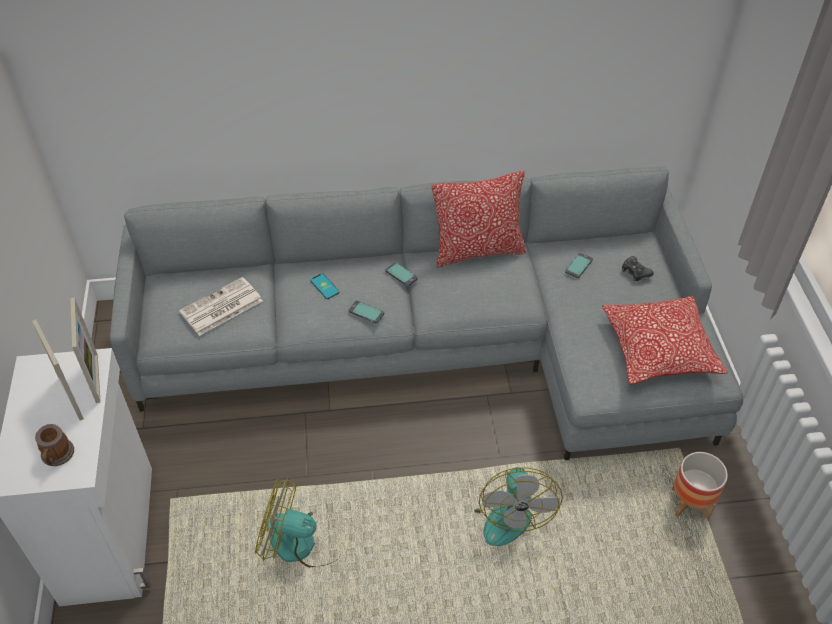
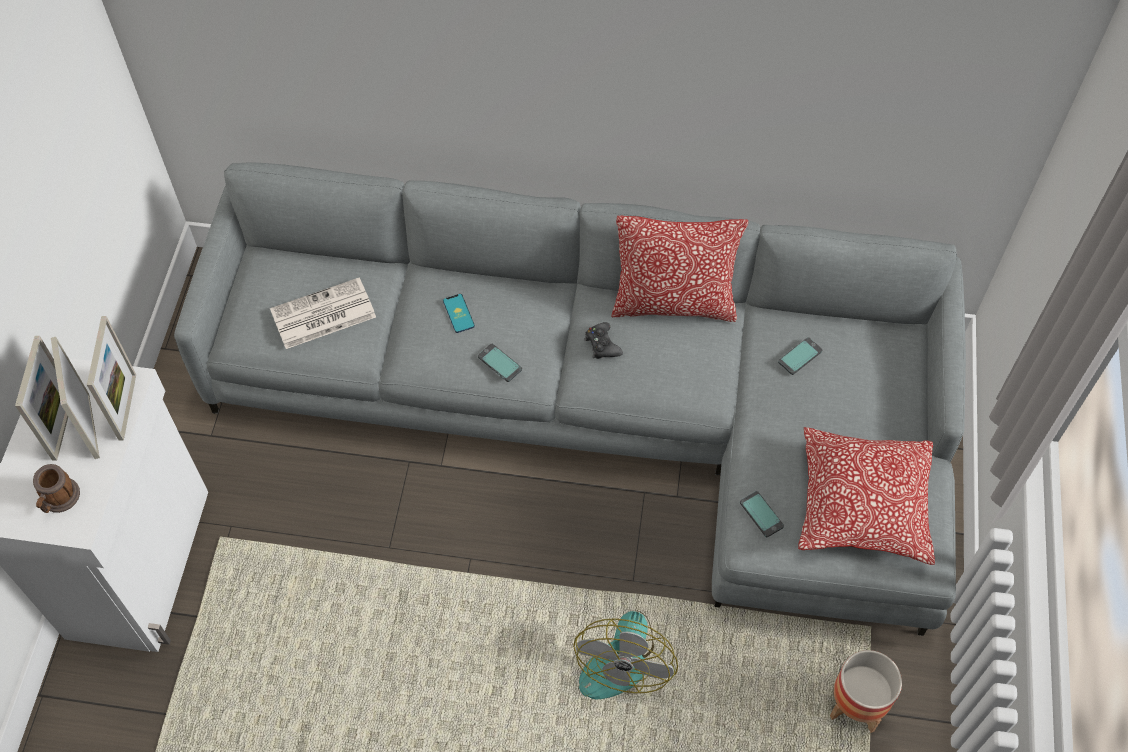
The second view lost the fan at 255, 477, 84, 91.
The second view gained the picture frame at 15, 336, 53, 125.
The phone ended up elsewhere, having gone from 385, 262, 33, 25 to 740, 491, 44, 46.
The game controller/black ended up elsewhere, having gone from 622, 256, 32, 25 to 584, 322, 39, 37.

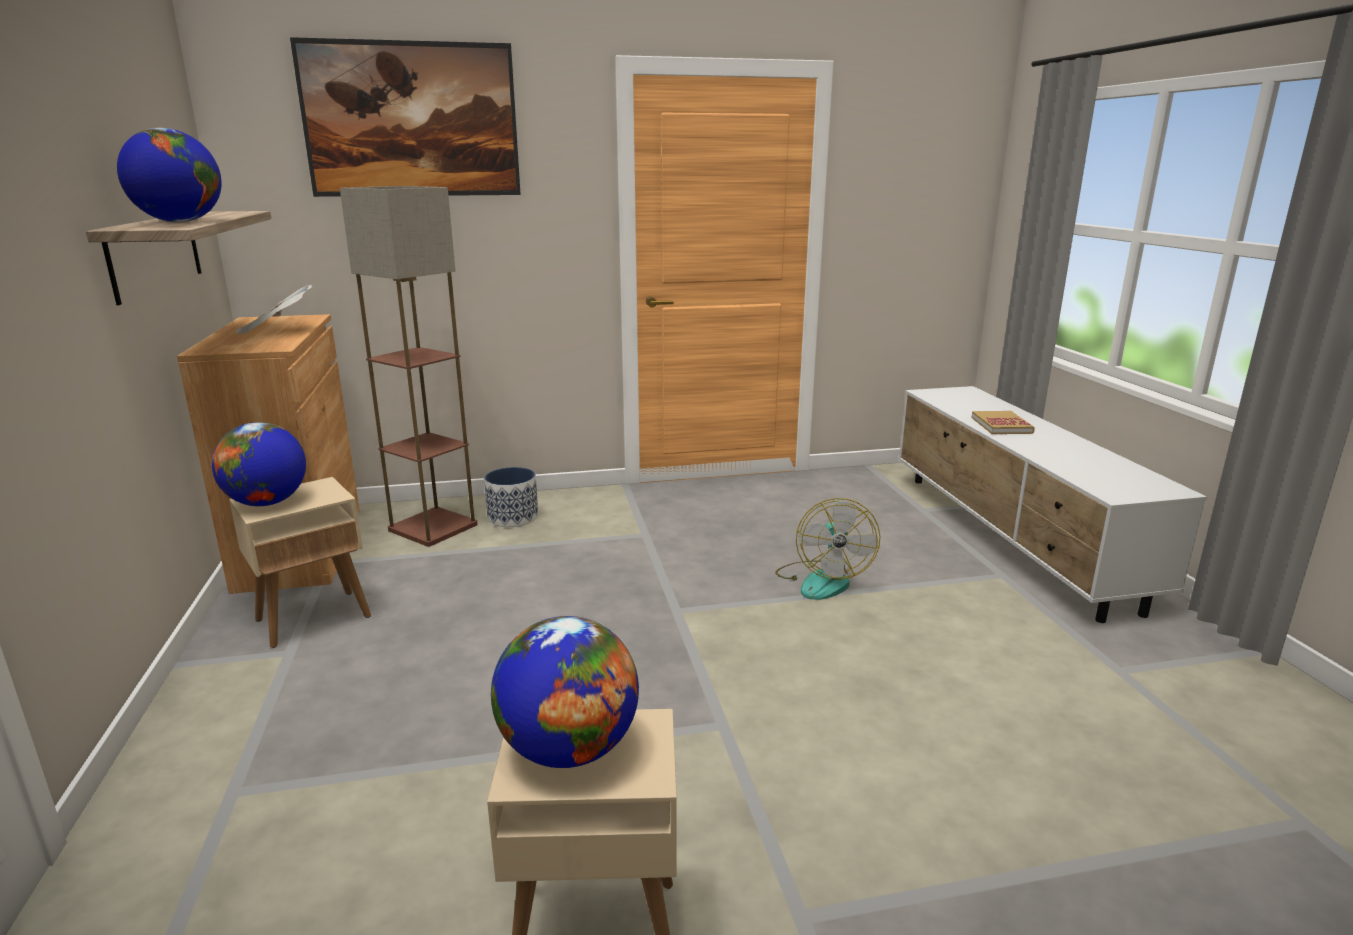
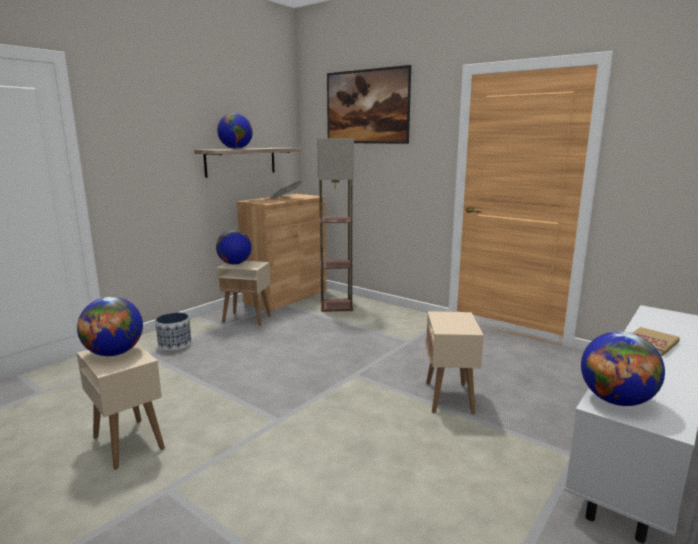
The second view gained the globe at 581, 331, 84, 75.
The planter ended up elsewhere, having gone from 484, 467, 54, 60 to 155, 312, 37, 39.
Where the fan stood at 775, 498, 105, 102, the side table/beige came to stand at 425, 311, 59, 103.

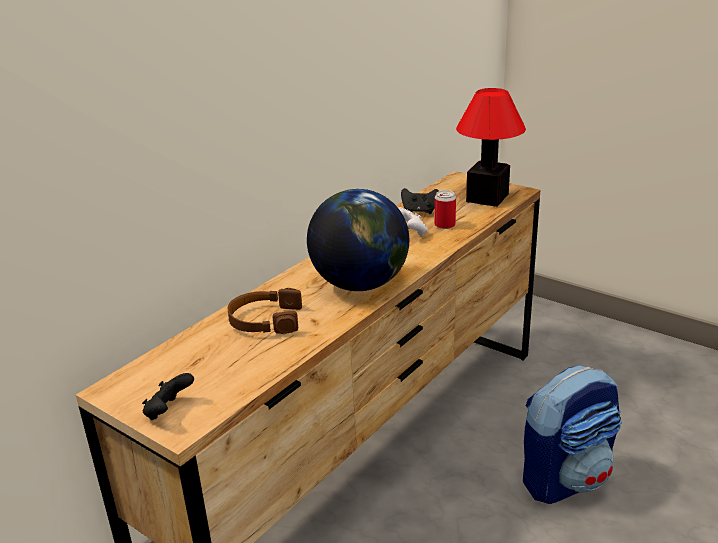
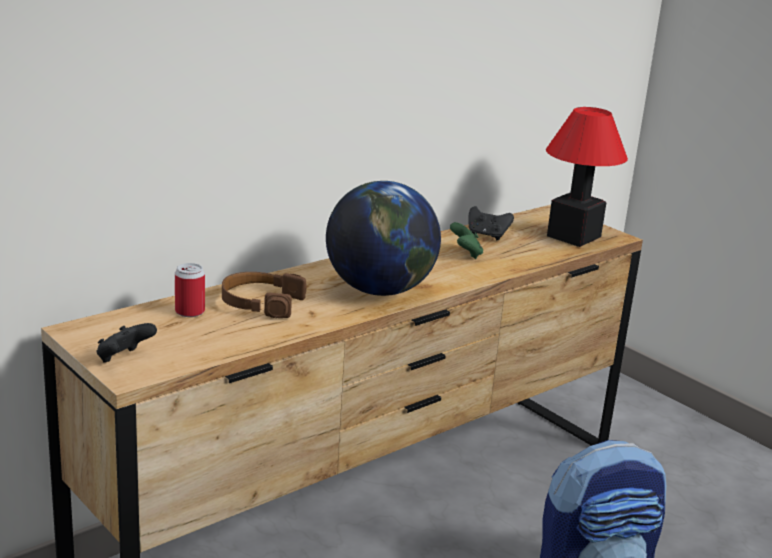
The can ended up elsewhere, having gone from 435, 190, 21, 39 to 175, 263, 30, 54.
What was the game controller/white at 398, 207, 30, 29 turned into the game controller/green at 450, 222, 33, 37.

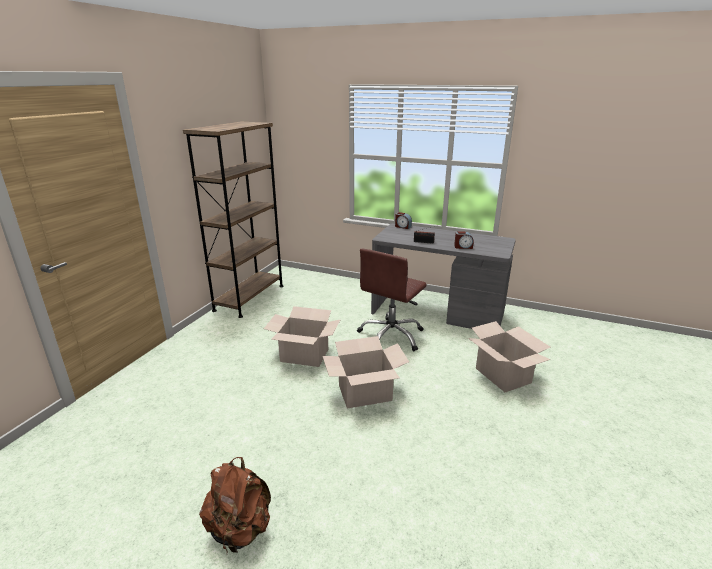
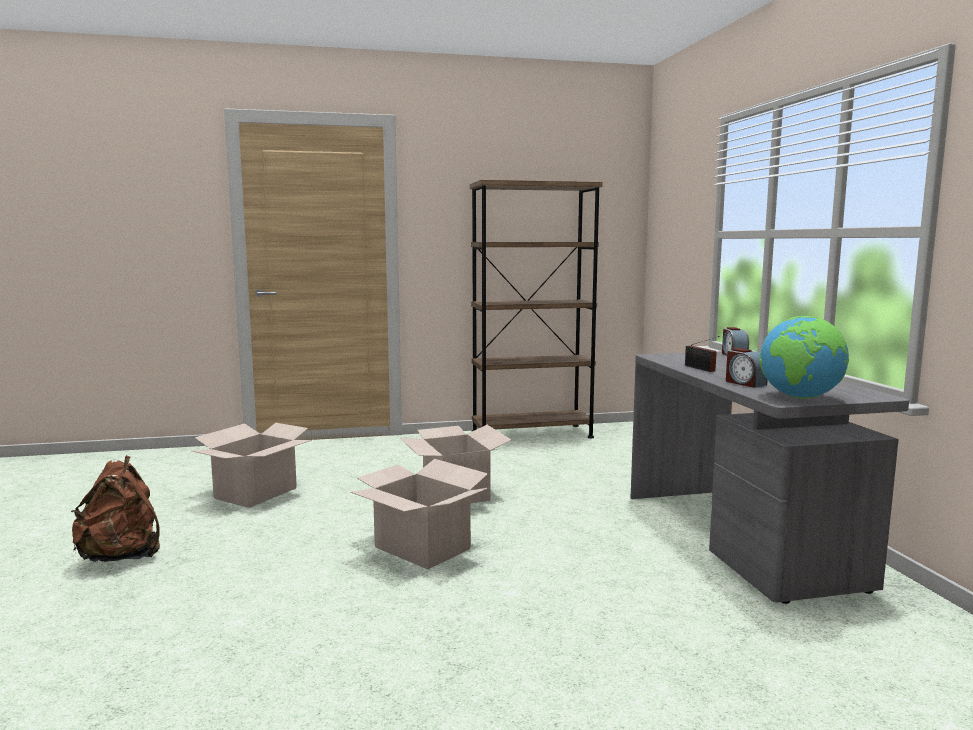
The second view lost the office chair/brown at 357, 248, 70, 103.
The second view gained the globe at 760, 316, 89, 82.
The cardboard box ended up elsewhere, having gone from 468, 321, 82, 71 to 192, 423, 120, 85.

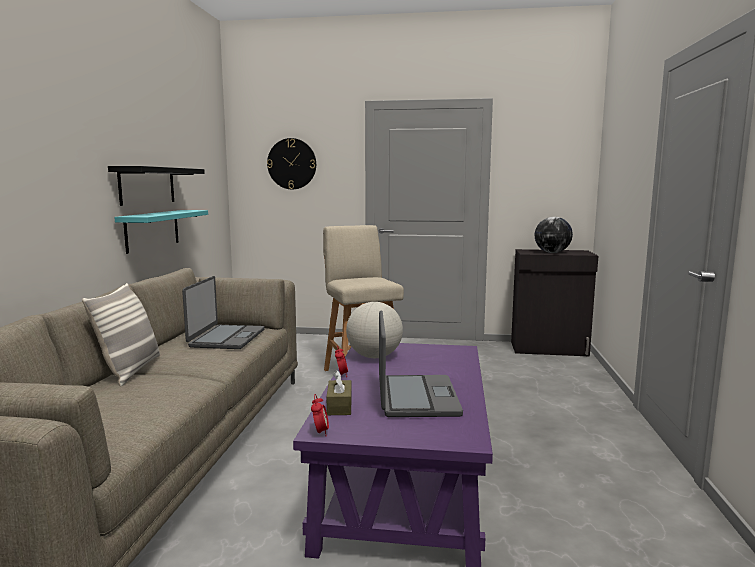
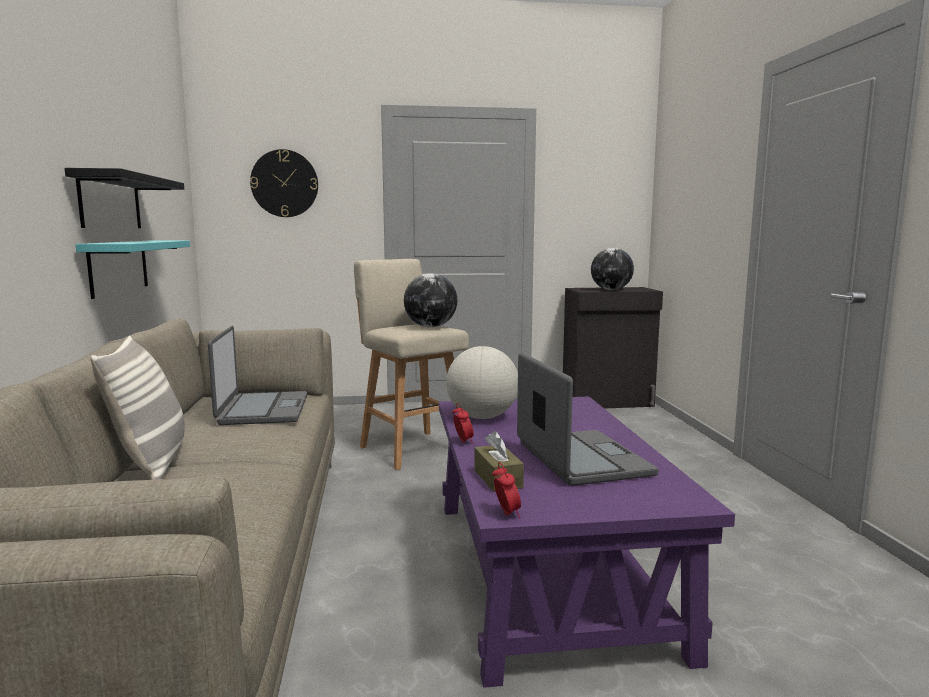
The second view gained the globe at 404, 273, 54, 54.

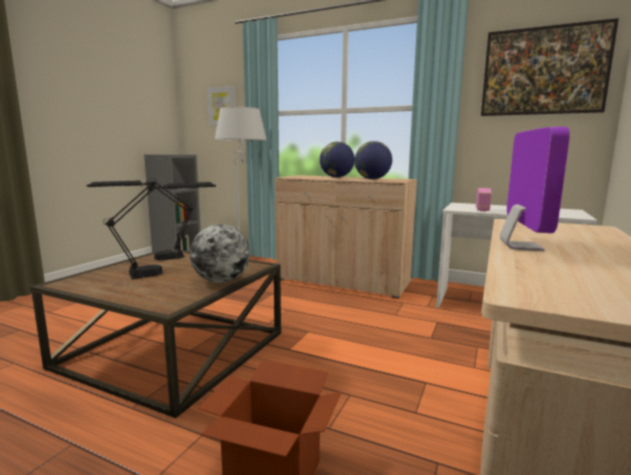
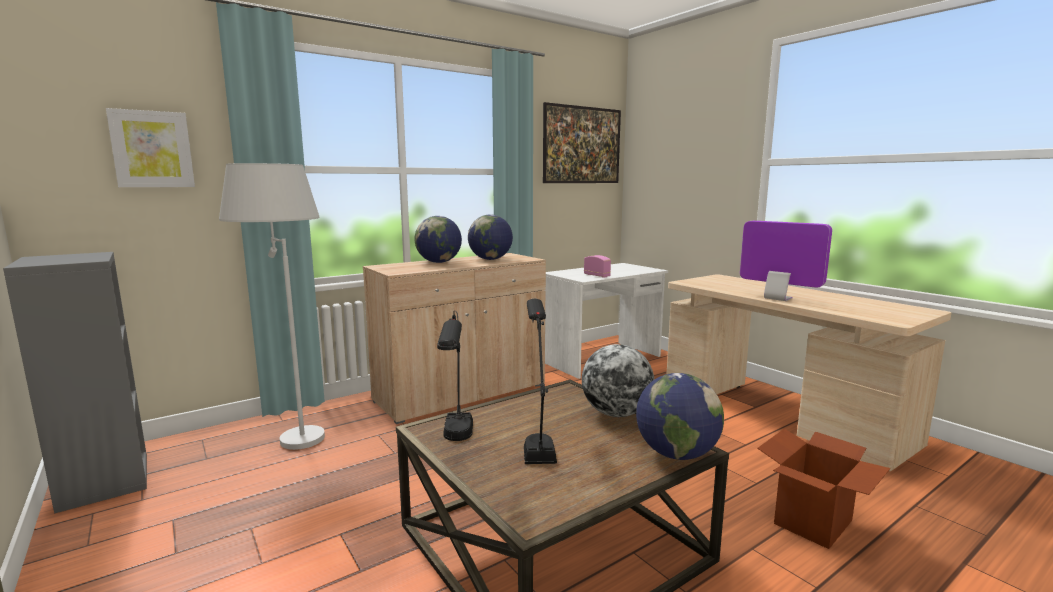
The second view gained the globe at 636, 373, 88, 87.

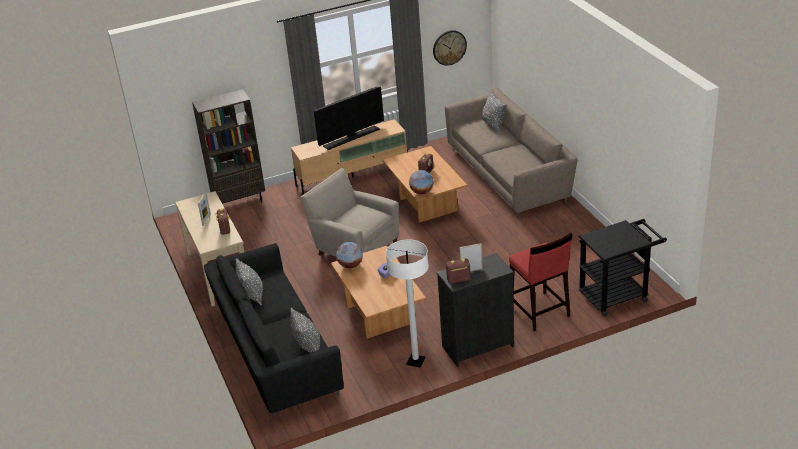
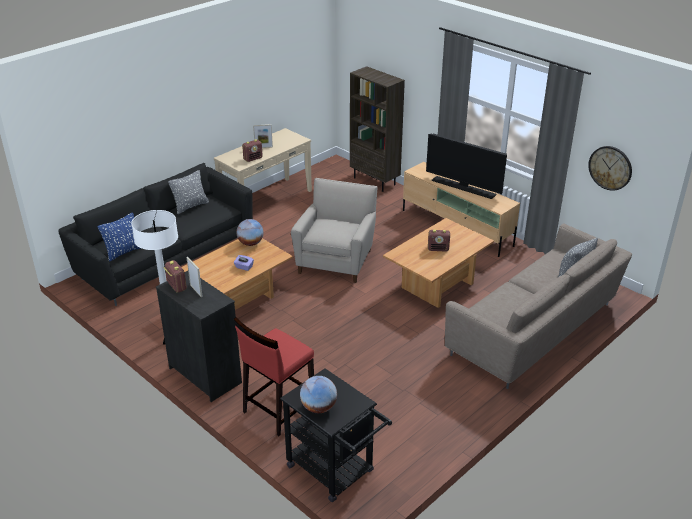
The globe ended up elsewhere, having gone from 409, 170, 24, 24 to 300, 376, 37, 37.
What was the pillow/grey at 290, 308, 30, 45 turned into the pillow/blue at 97, 213, 44, 49.

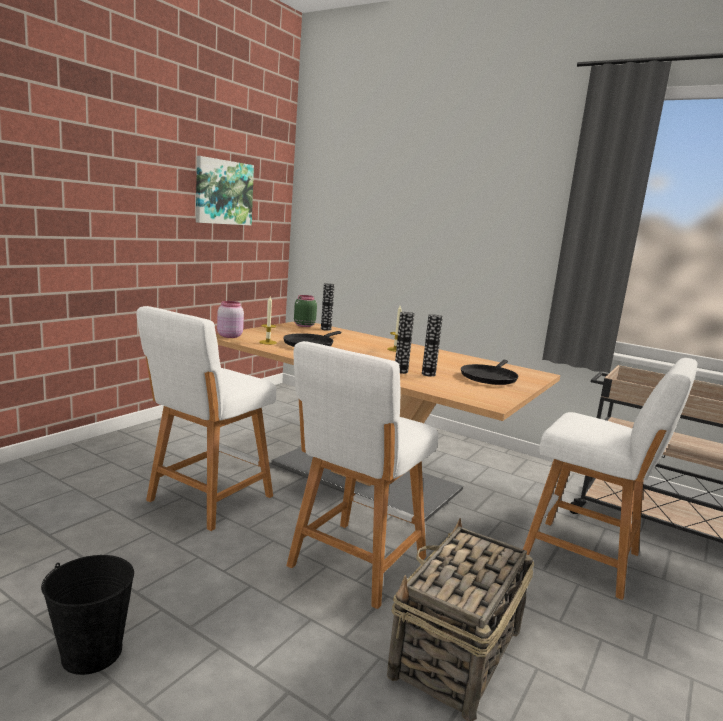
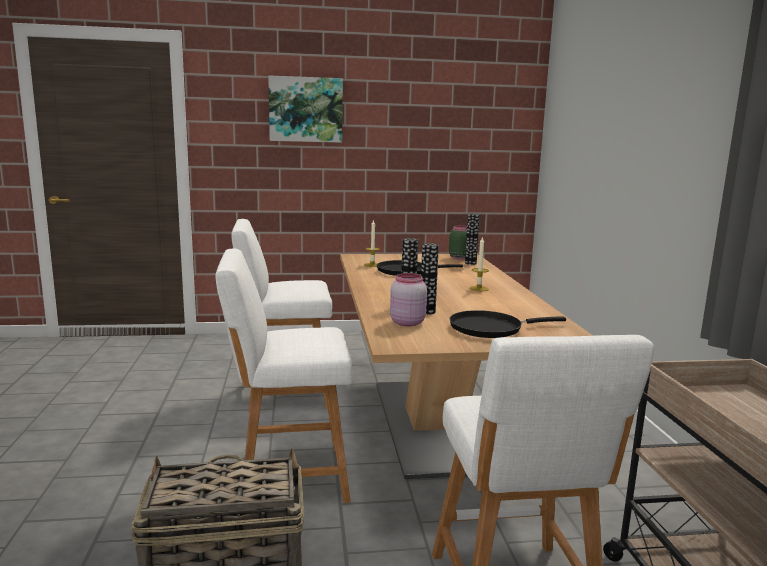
The second view lost the bucket/black at 41, 555, 93, 120.
The picture ended up elsewhere, having gone from 196, 156, 58, 70 to 268, 75, 75, 68.
The jar/pink ended up elsewhere, having gone from 217, 301, 27, 37 to 390, 273, 37, 53.

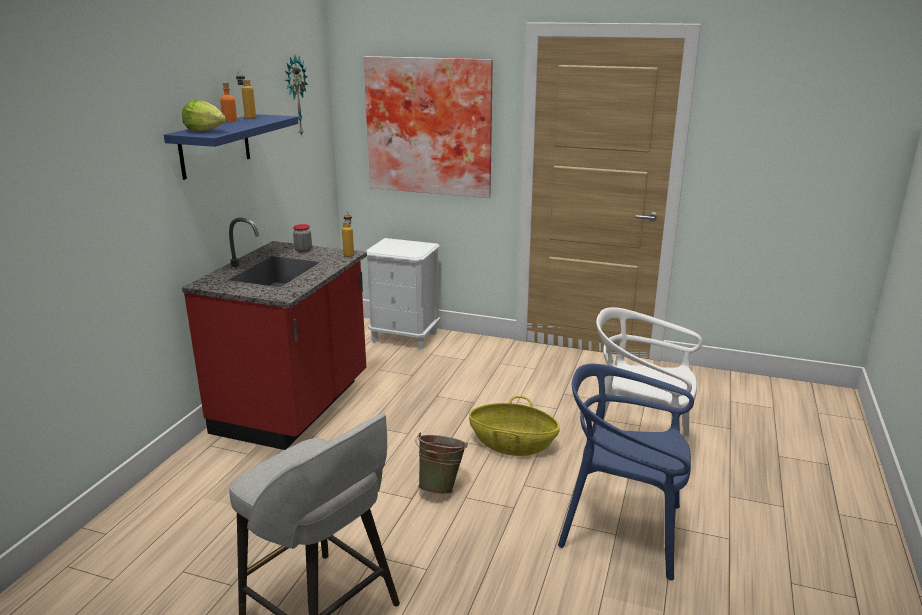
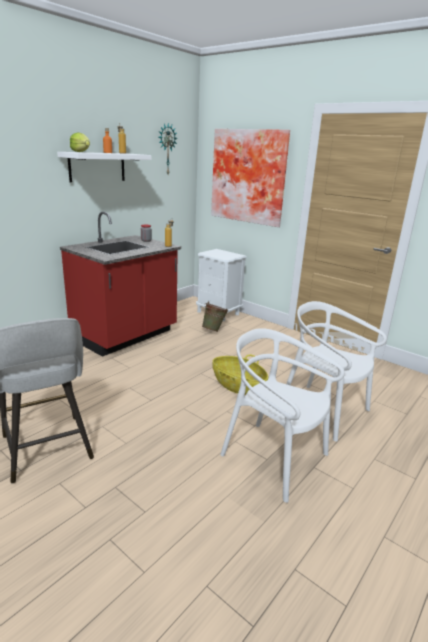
The bucket/green ended up elsewhere, having gone from 415, 433, 53, 62 to 202, 302, 26, 30.
What was the shelf/blue at 164, 114, 134, 66 turned into the shelf/white at 57, 152, 95, 30.
What was the chair/blue at 558, 364, 136, 216 turned into the chair/white at 220, 328, 125, 175.

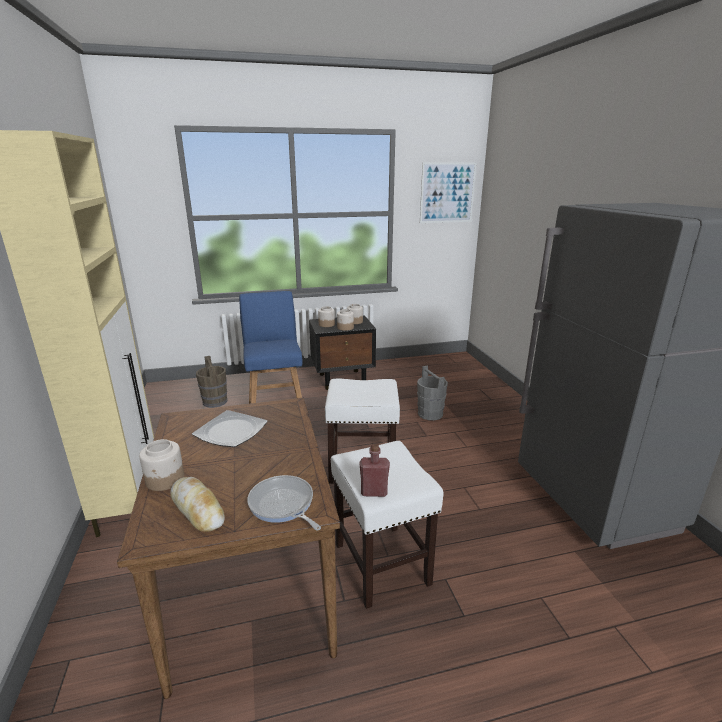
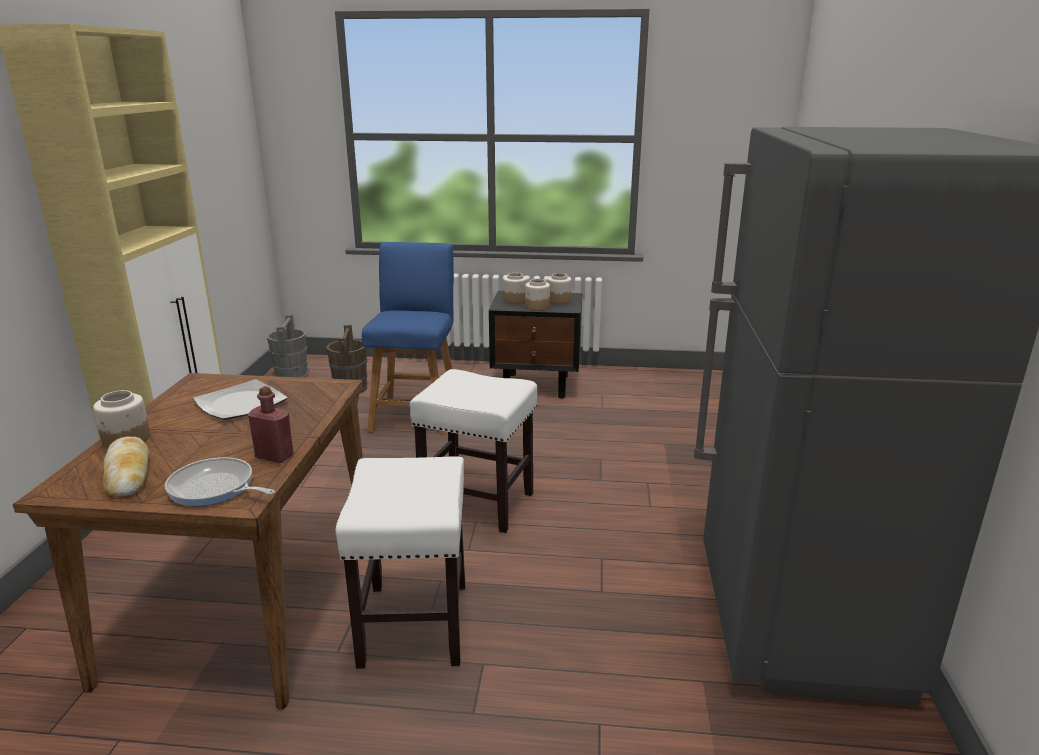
The second view lost the picture at 420, 162, 57, 61.
The bottle/red ended up elsewhere, having gone from 359, 444, 31, 53 to 248, 386, 45, 77.
The bucket/grey ended up elsewhere, having gone from 417, 365, 31, 55 to 267, 315, 41, 63.
The frying pan at 247, 475, 74, 56 ended up facing another way, 45 degrees counterclockwise from before.

